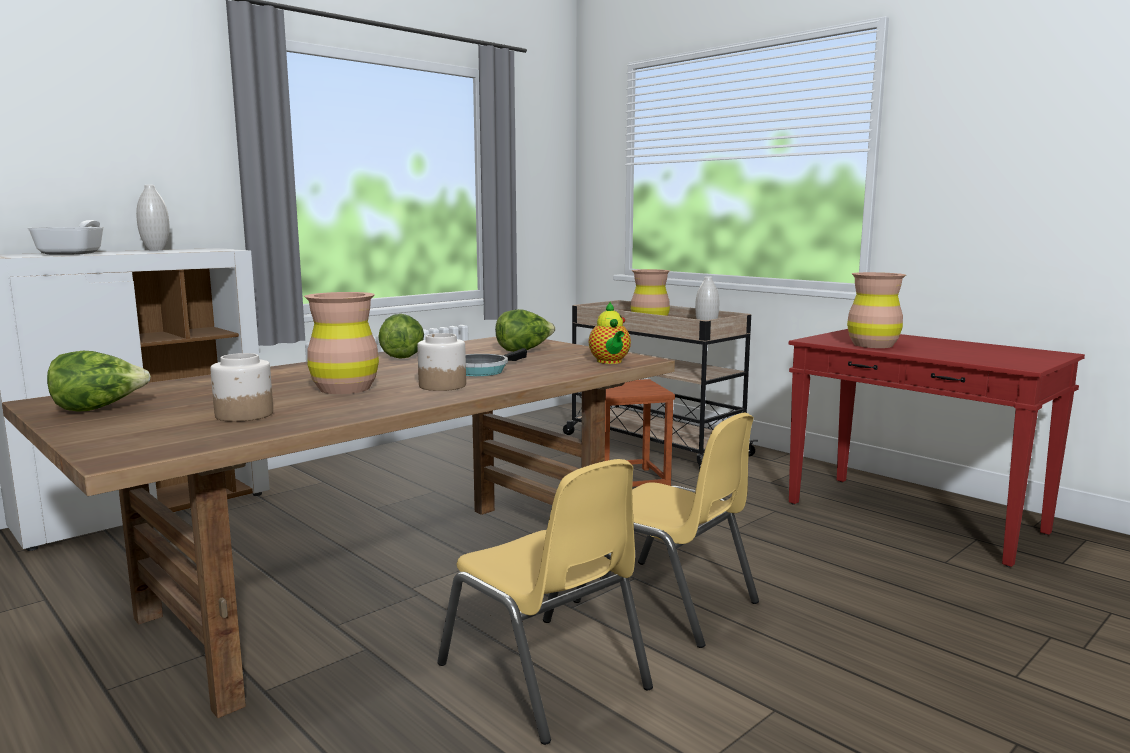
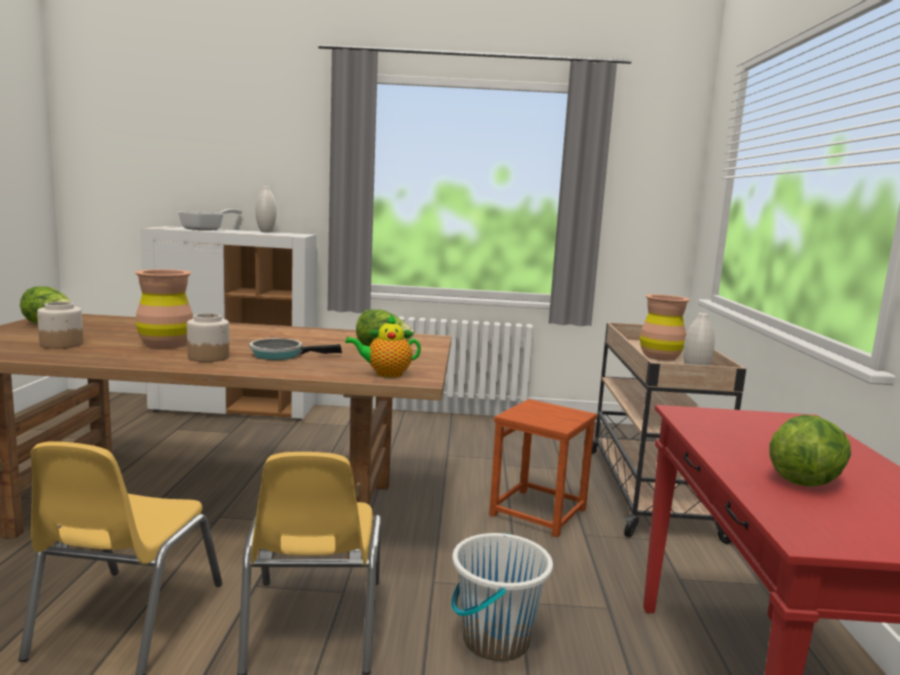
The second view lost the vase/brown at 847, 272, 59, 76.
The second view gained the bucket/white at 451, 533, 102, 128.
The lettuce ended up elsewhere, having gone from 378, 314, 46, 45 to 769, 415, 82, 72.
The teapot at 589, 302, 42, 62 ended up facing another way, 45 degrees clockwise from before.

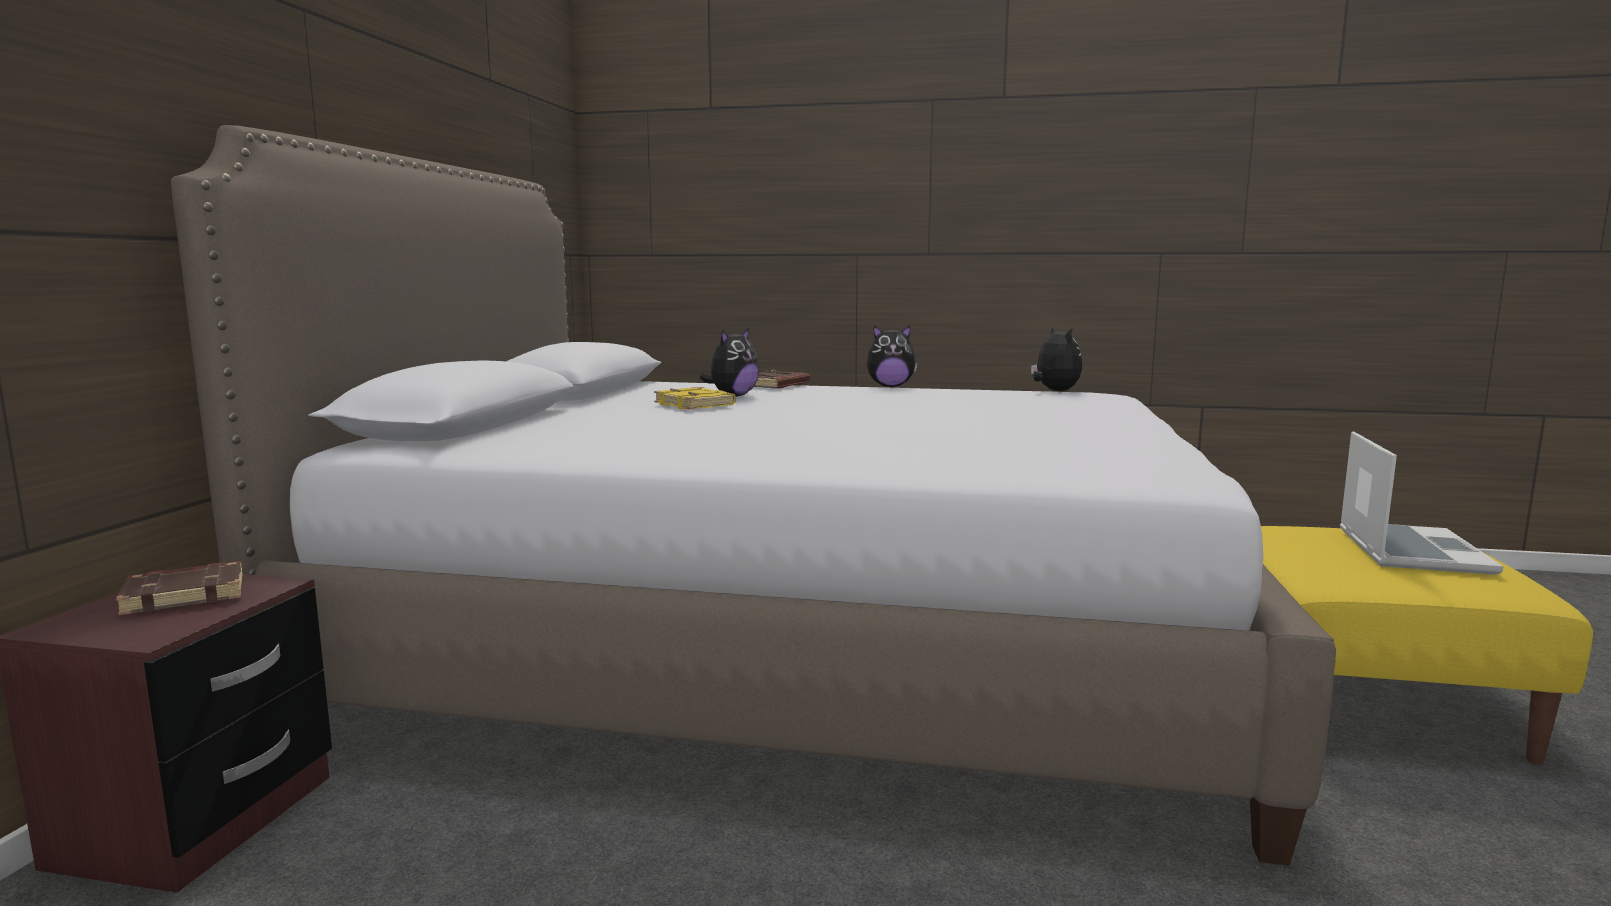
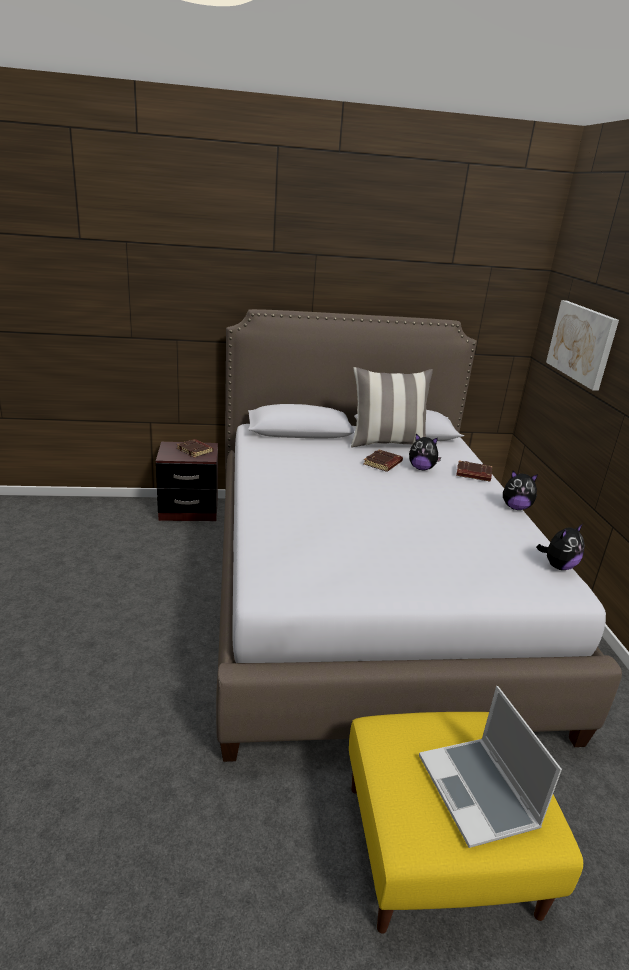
The second view gained the pillow at 351, 367, 82, 81.
The second view gained the picture at 546, 300, 73, 91.
What was the book/yellow at 654, 387, 82, 23 turned into the book/brown at 363, 449, 40, 23.
The plush toy at 867, 325, 51, 62 ended up facing another way, 60 degrees counterclockwise from before.
The laptop at 1340, 432, 163, 143 ended up facing another way, 75 degrees clockwise from before.

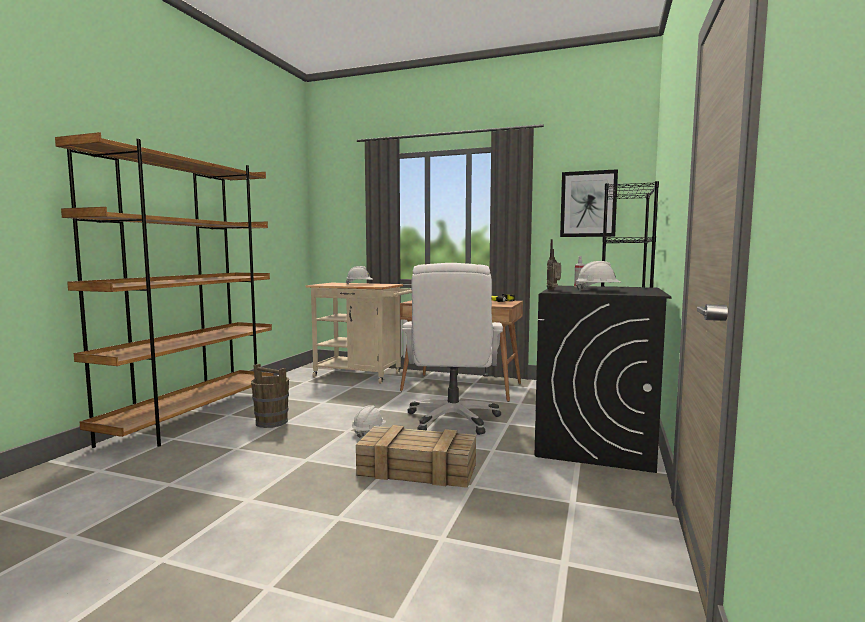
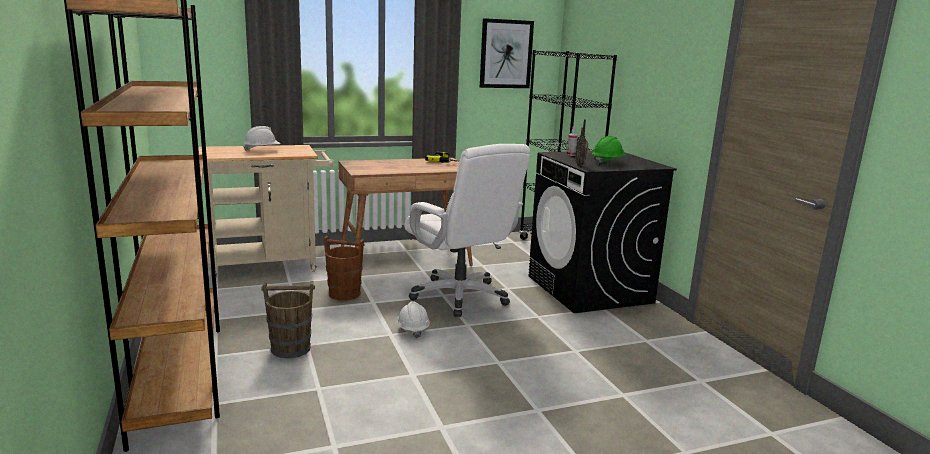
The second view lost the crate at 356, 425, 120, 63.
The second view gained the bucket/brown at 324, 236, 41, 64.
What was the hard hat/white at 576, 261, 46, 30 turned into the hard hat/green at 592, 136, 34, 28.

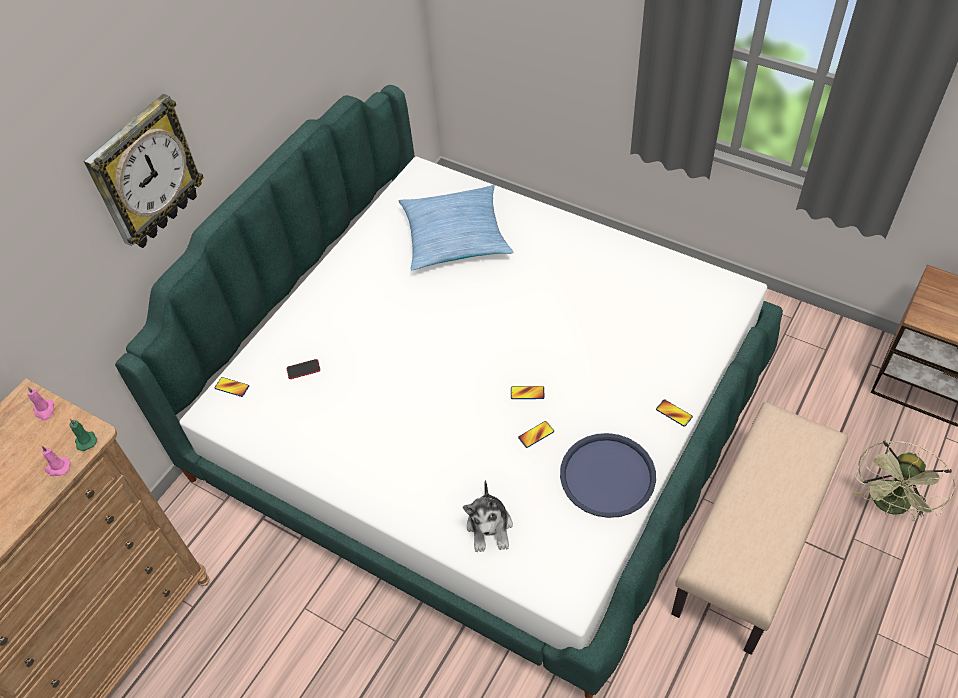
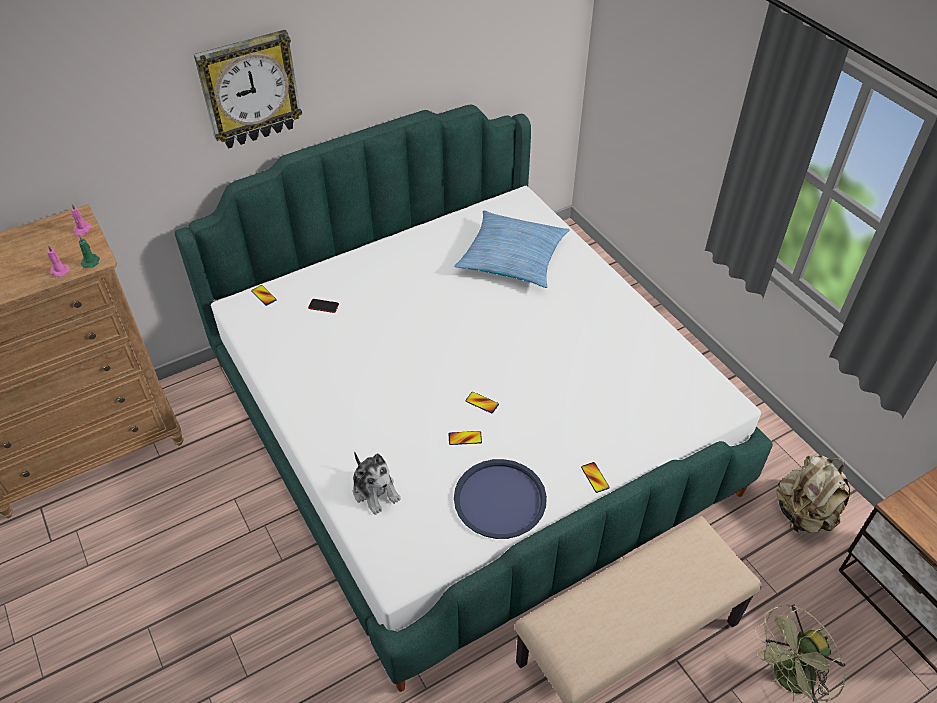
The second view gained the backpack/beige at 776, 455, 74, 78.
The plush toy at 463, 480, 50, 72 ended up facing another way, 60 degrees counterclockwise from before.

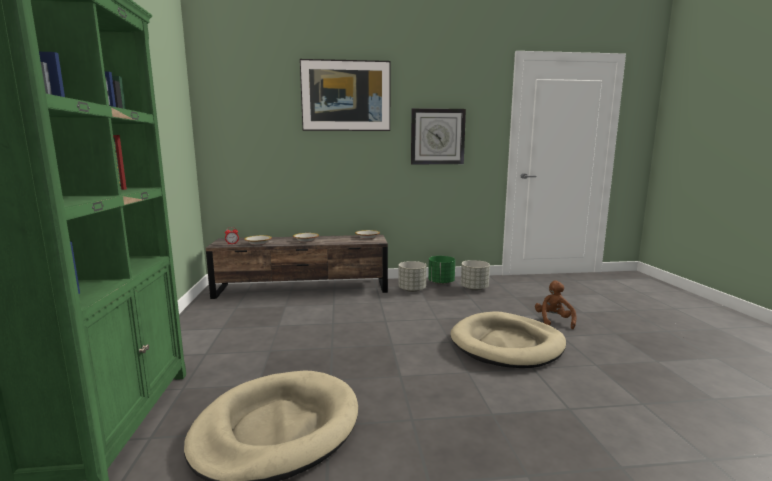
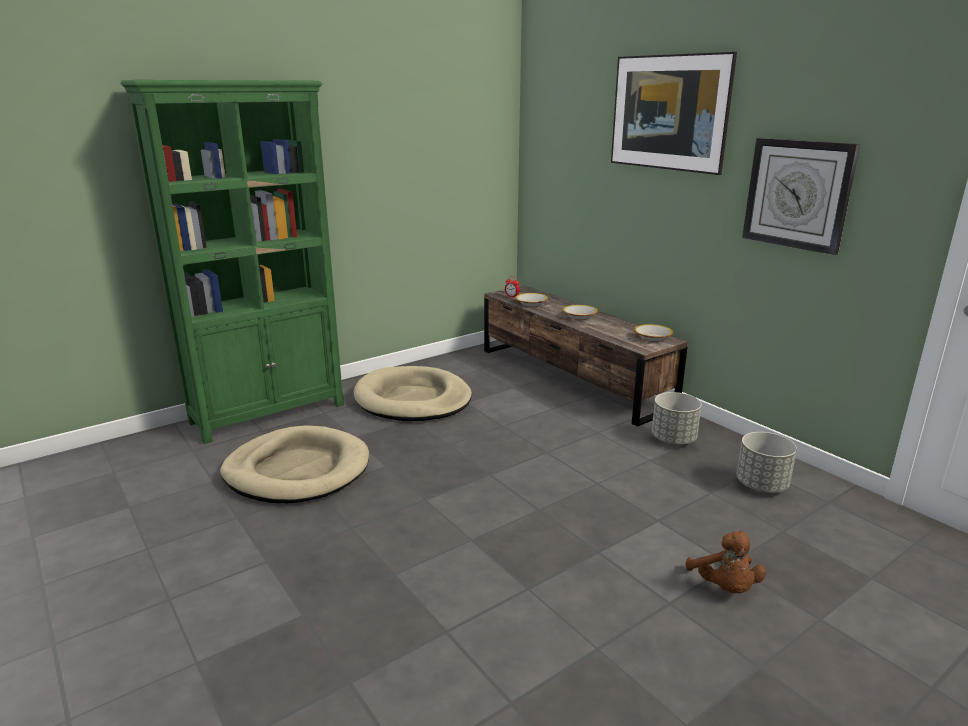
The second view lost the planter/green at 428, 256, 27, 29.
The dog bed/beige ended up elsewhere, having gone from 450, 311, 116, 57 to 354, 366, 118, 55.
The plush toy/brown at 535, 280, 42, 49 ended up facing another way, 105 degrees clockwise from before.

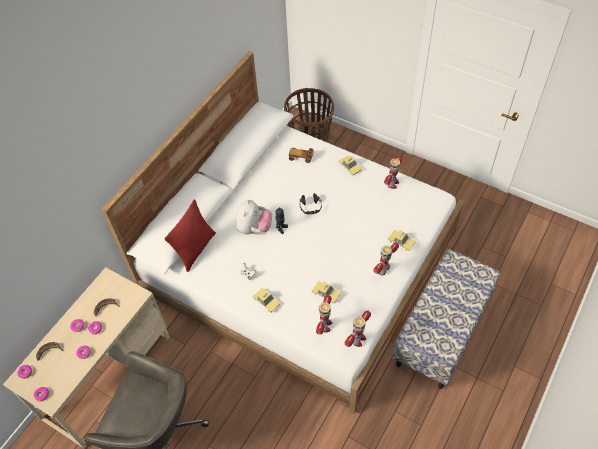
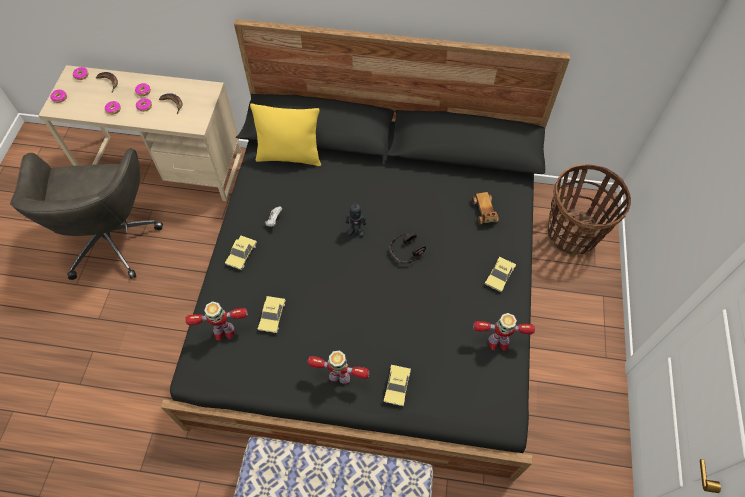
The second view lost the plush toy at 236, 200, 36, 34.
The second view lost the toy robot at 345, 310, 26, 37.
What was the bed/white at 101, 51, 363, 363 turned into the bed/black at 161, 19, 409, 463.
What was the pillow/red at 164, 199, 52, 73 turned into the pillow/yellow at 250, 104, 71, 62.

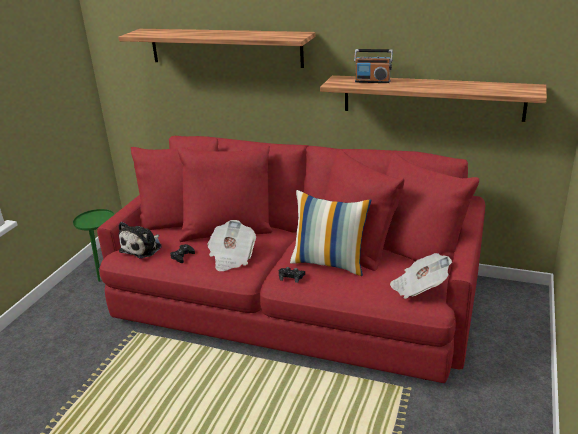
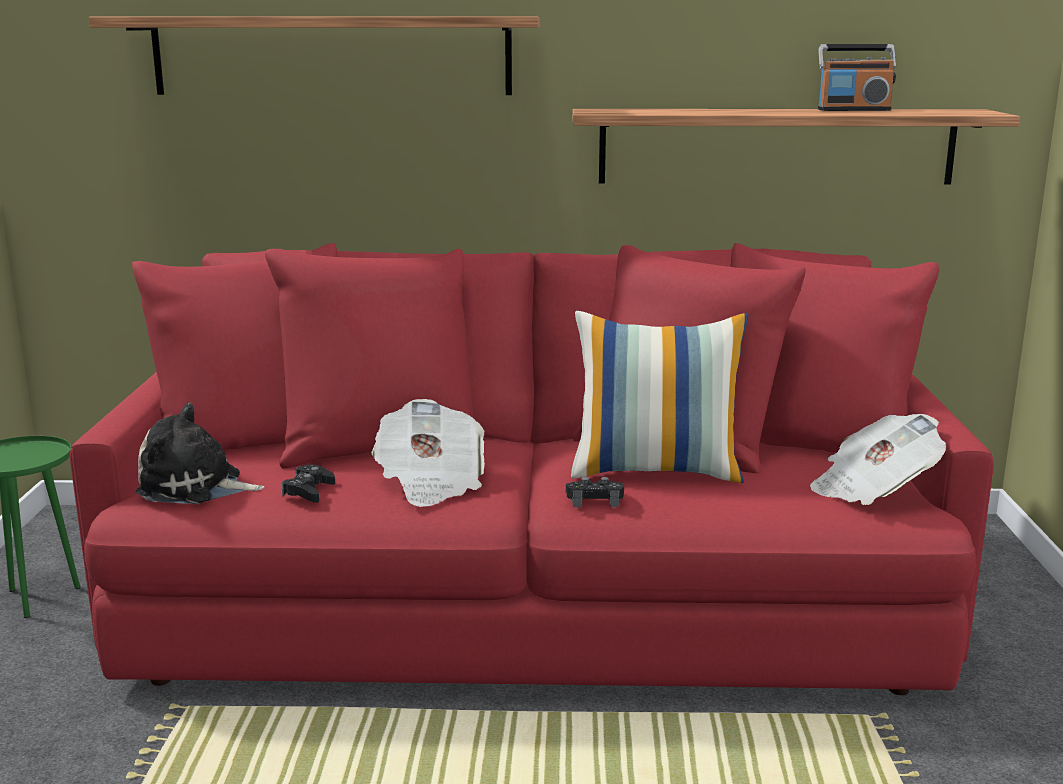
The radio ended up elsewhere, having gone from 354, 49, 39, 34 to 818, 44, 78, 67.
The plush toy at 119, 222, 43, 36 ended up facing another way, 90 degrees clockwise from before.

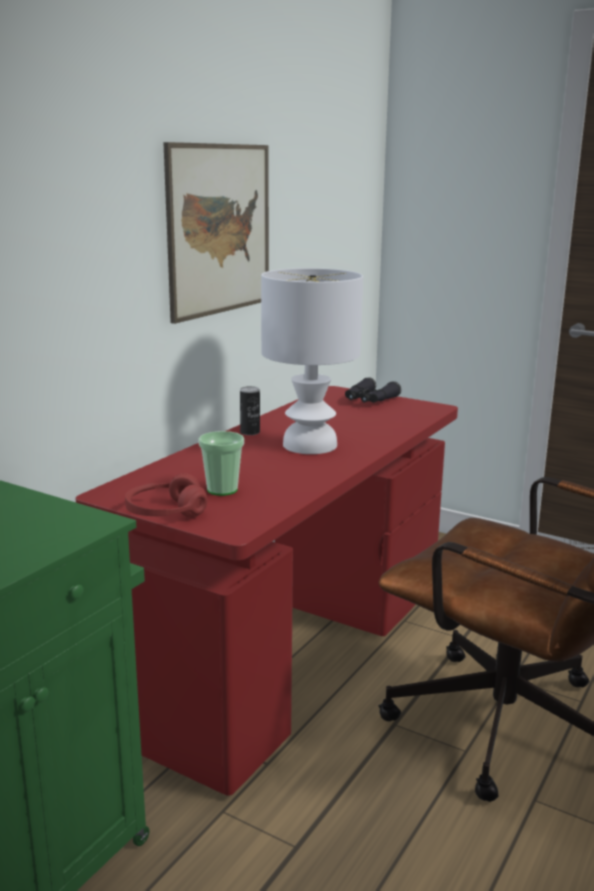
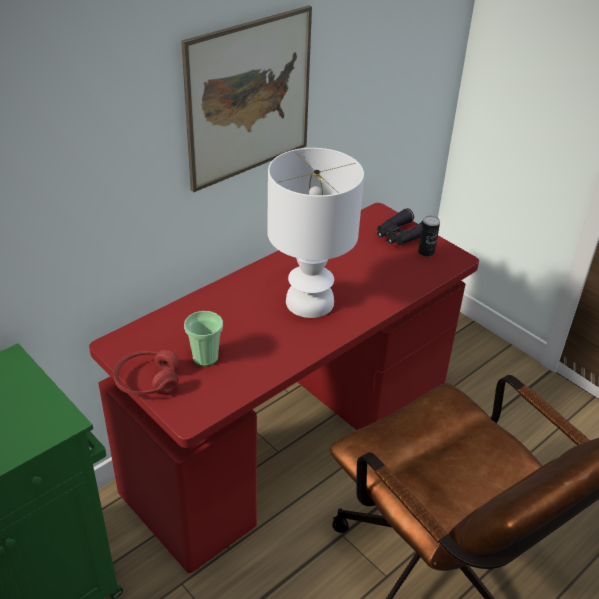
The can ended up elsewhere, having gone from 240, 386, 20, 49 to 418, 216, 22, 41.

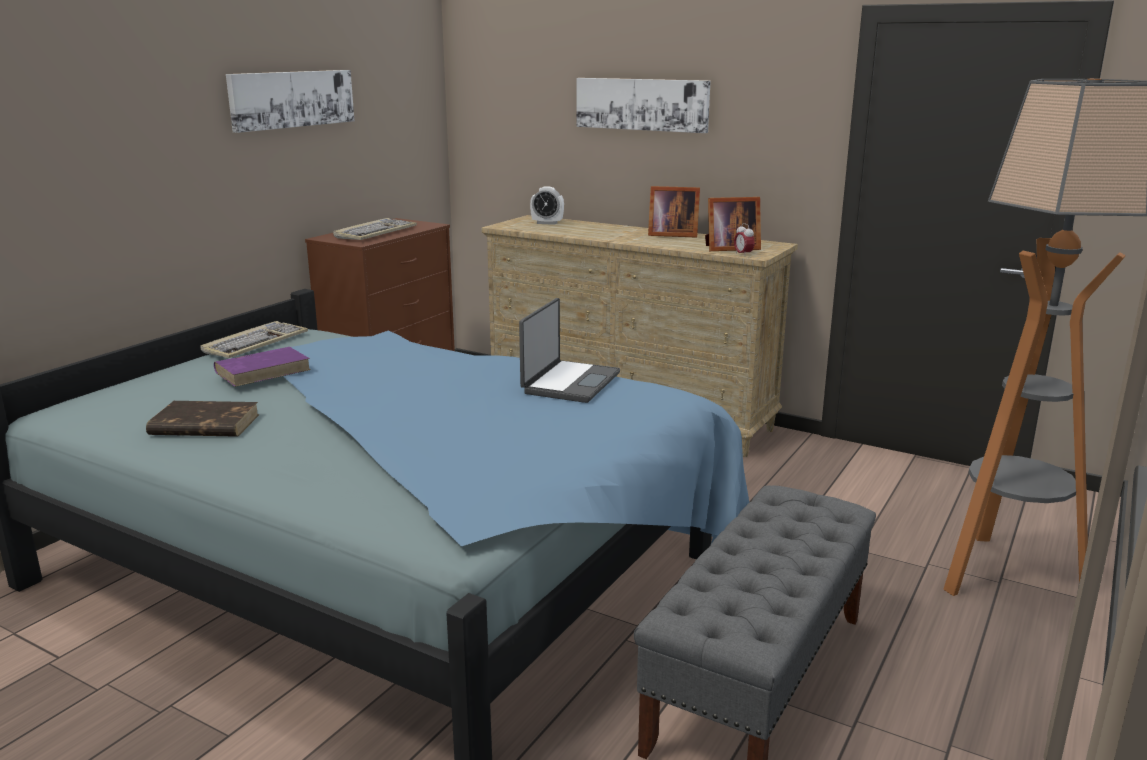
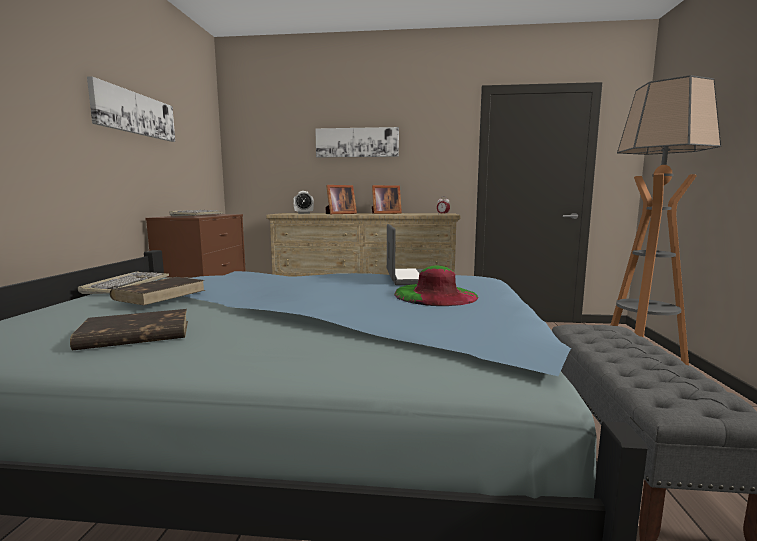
The second view gained the hat/green at 394, 265, 84, 41.
The picture frame ended up elsewhere, having gone from 705, 197, 56, 54 to 326, 185, 31, 29.
What was the book/purple at 214, 347, 97, 40 turned into the book/brown at 110, 277, 95, 28.

